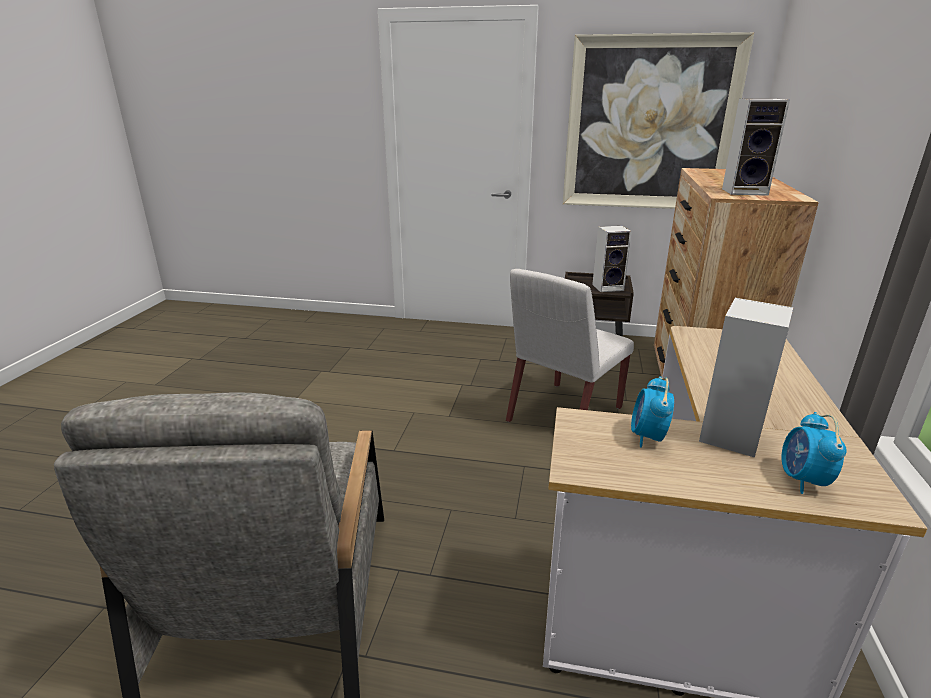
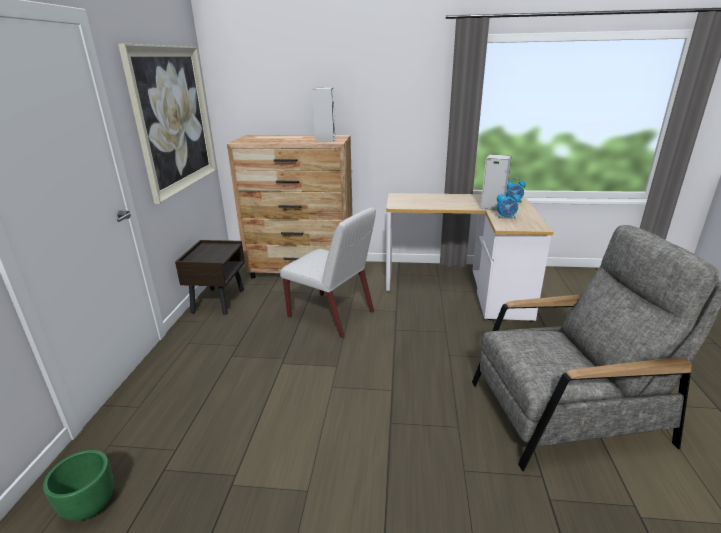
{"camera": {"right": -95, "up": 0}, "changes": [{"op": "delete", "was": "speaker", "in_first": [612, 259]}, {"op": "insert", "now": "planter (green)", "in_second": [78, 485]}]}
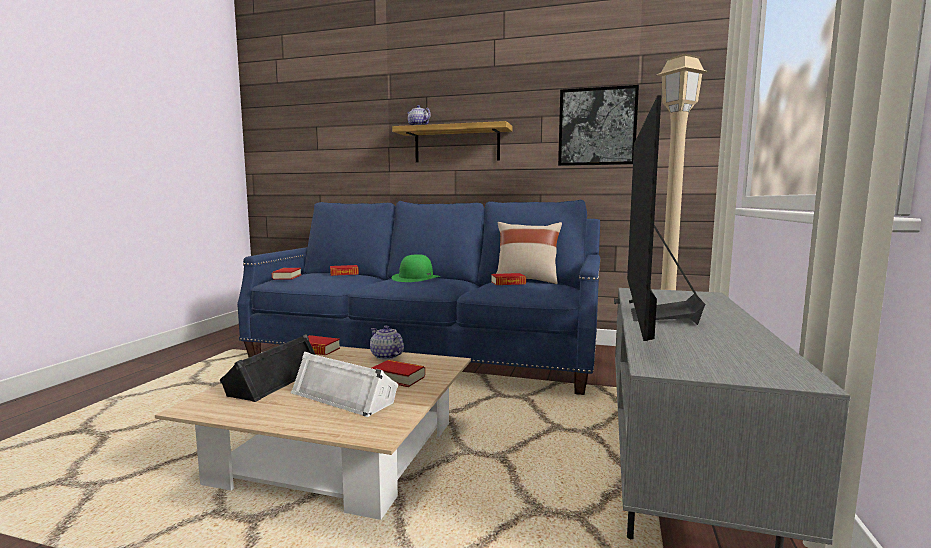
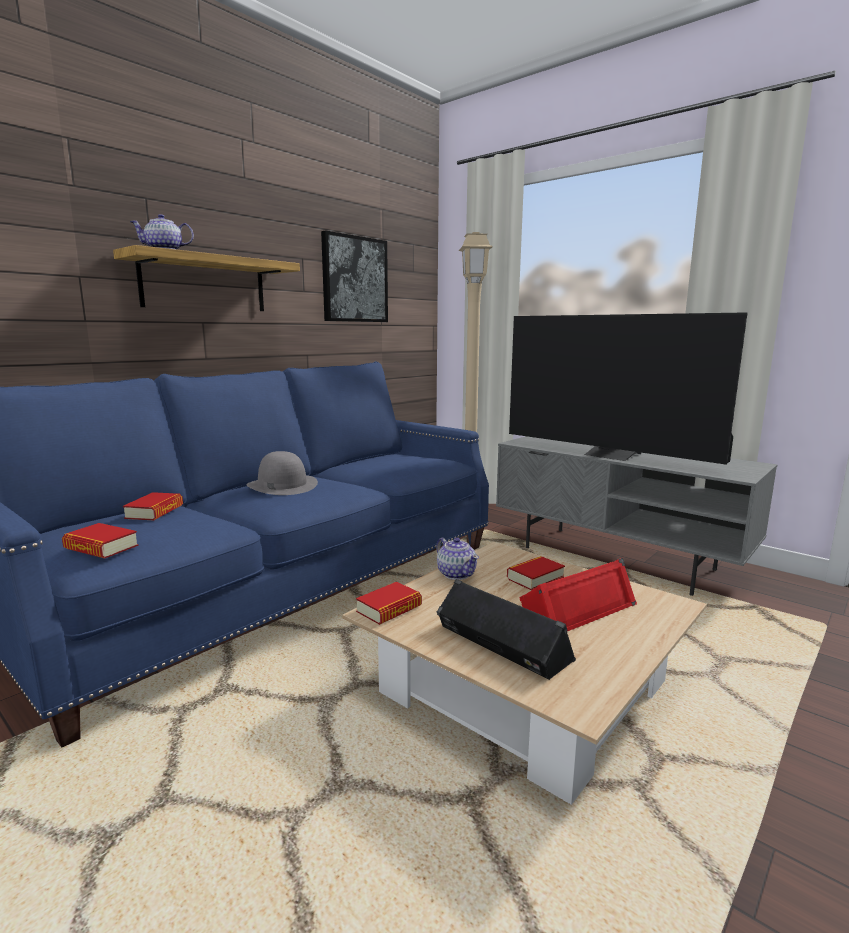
{"camera": {"right": -65, "up": 5}, "changes": [{"op": "recolor", "was": "speaker (whitish)", "now": "speaker (reddish)", "in_first": [344, 384], "in_second": [578, 594]}, {"op": "rotate", "was": "pot for tea", "in_first": [387, 342], "in_second": [458, 558], "clockwise": -105}, {"op": "recolor", "was": "clothing hat (green)", "now": "clothing hat (grey)", "in_first": [415, 268], "in_second": [282, 473]}, {"op": "delete", "was": "book", "in_first": [508, 279]}, {"op": "delete", "was": "throw pillow (beige)", "in_first": [529, 253]}]}
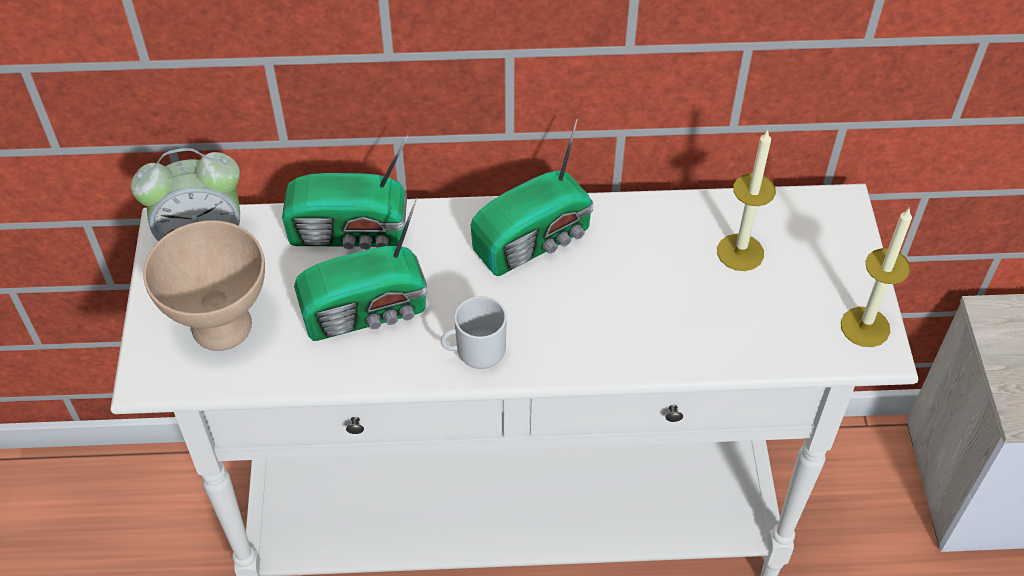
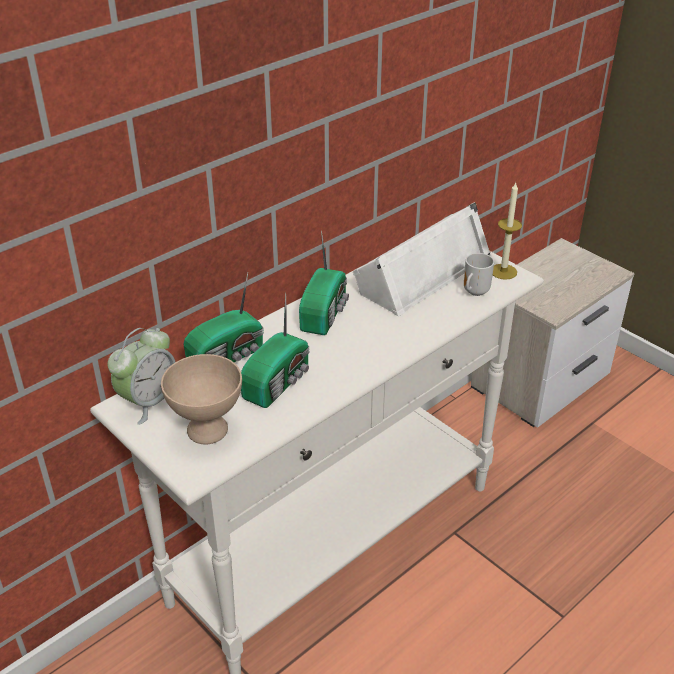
{"camera": {"right": -40, "up": -15}, "changes": [{"op": "move", "was": "tea mug", "in_first": [474, 332], "in_second": [479, 274]}, {"op": "replace", "was": "wax candle", "now": "speaker (whitish)", "in_first": [746, 200], "in_second": [422, 259]}]}
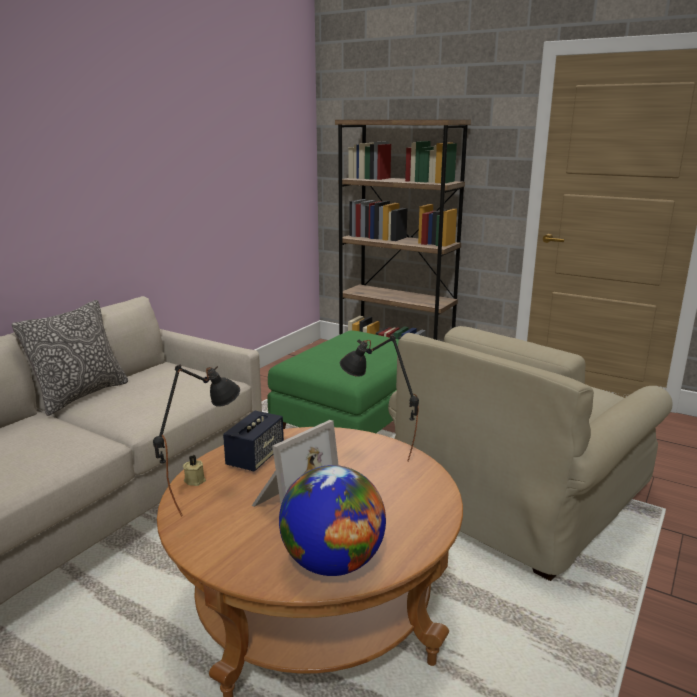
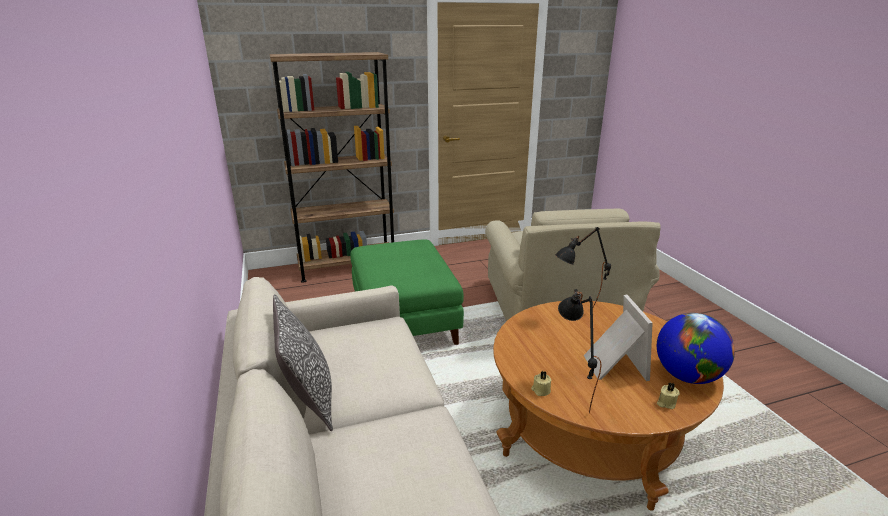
{"camera": {"right": -50, "up": 5}, "changes": [{"op": "delete", "was": "speaker", "in_first": [253, 441]}, {"op": "insert", "now": "wax candle (beige)", "in_second": [668, 395]}]}
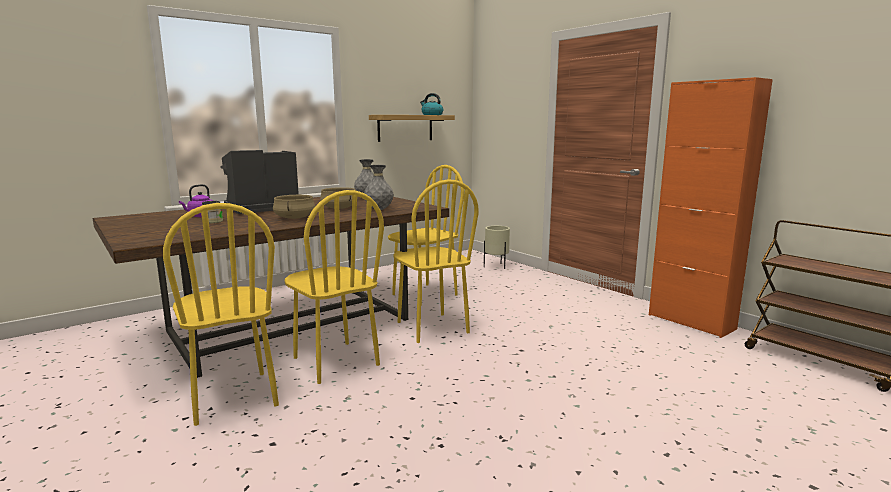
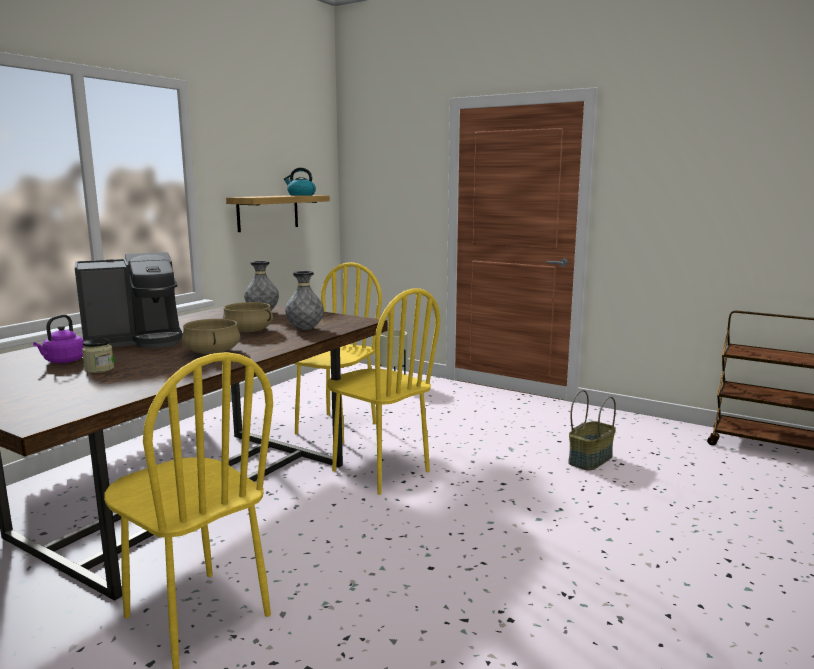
{"camera": {"right": -20, "up": 0}, "changes": [{"op": "rotate", "was": "coffee brewer", "in_first": [260, 182], "in_second": [128, 300], "clockwise": -150}, {"op": "delete", "was": "plain chair (yellowish)", "in_first": [334, 287]}, {"op": "delete", "was": "storage cabinet (orange)", "in_first": [711, 207]}, {"op": "insert", "now": "household basket", "in_second": [592, 430]}]}
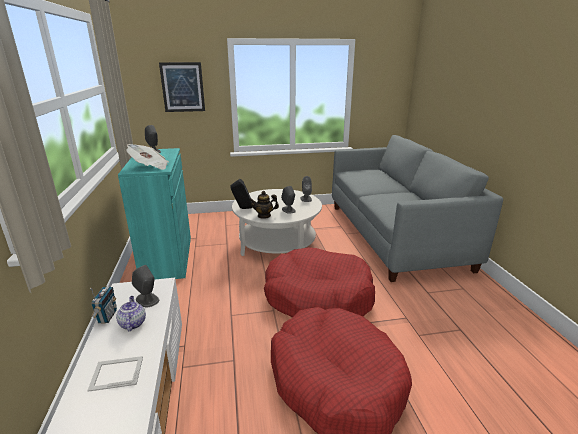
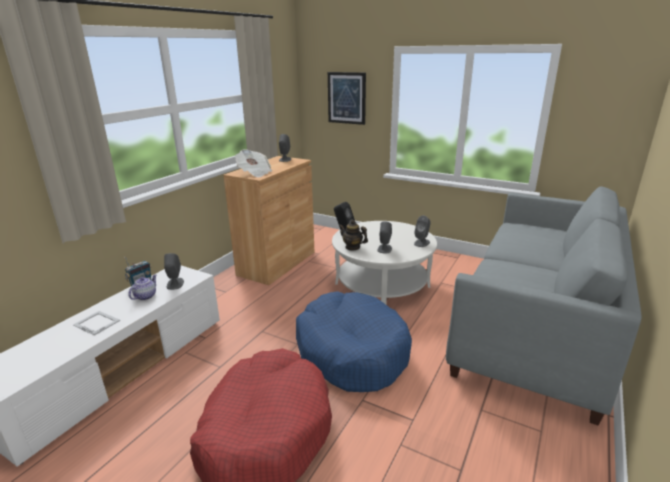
{"camera": {"right": 40, "up": 0}, "changes": [{"op": "recolor", "was": "storage cabinet (turquoise-coloured)", "now": "storage cabinet (brown)", "in_first": [154, 214], "in_second": [269, 220]}, {"op": "recolor", "was": "dog bed (reddish)", "now": "dog bed (blue-coloured)", "in_first": [319, 282], "in_second": [354, 341]}]}
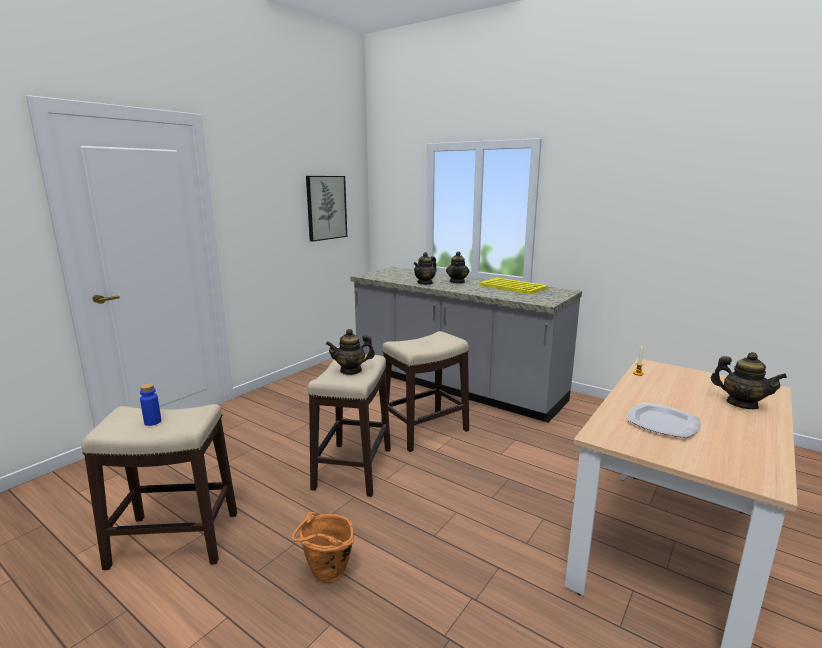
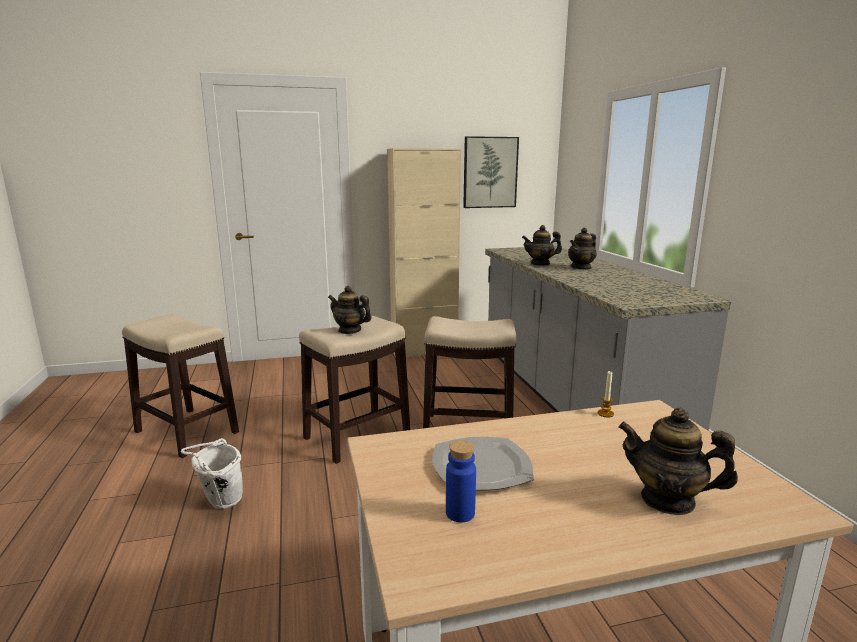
{"camera": {"right": 40, "up": 0}, "changes": [{"op": "move", "was": "beverage bottle (blue-coloured)", "in_first": [150, 404], "in_second": [461, 481]}, {"op": "recolor", "was": "water bucket (orange)", "now": "water bucket (whitish)", "in_first": [323, 547], "in_second": [212, 473]}, {"op": "delete", "was": "carrying tray (yellowish)", "in_first": [513, 286]}, {"op": "rotate", "was": "pot for tea", "in_first": [749, 380], "in_second": [678, 461], "clockwise": 120}, {"op": "insert", "now": "storage cabinet (beige)", "in_second": [424, 252]}]}
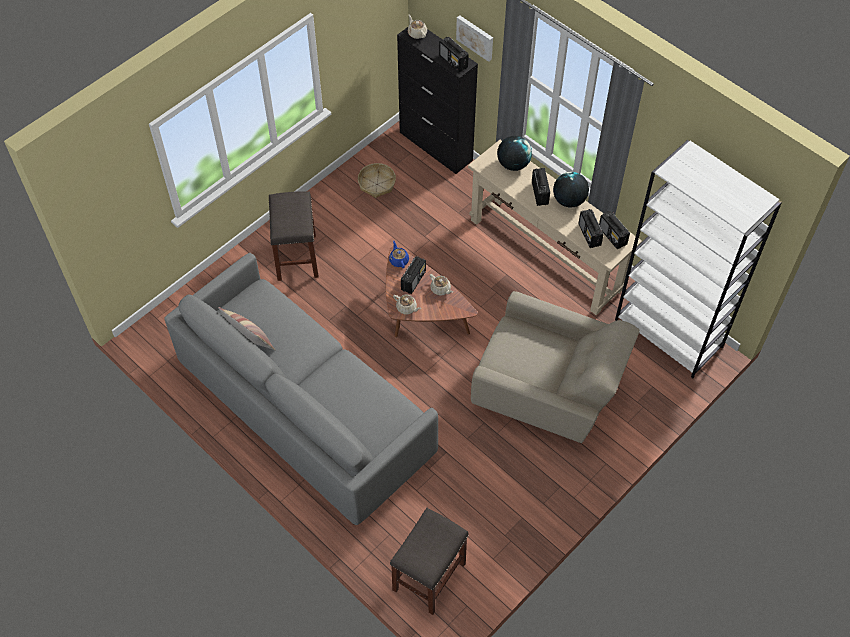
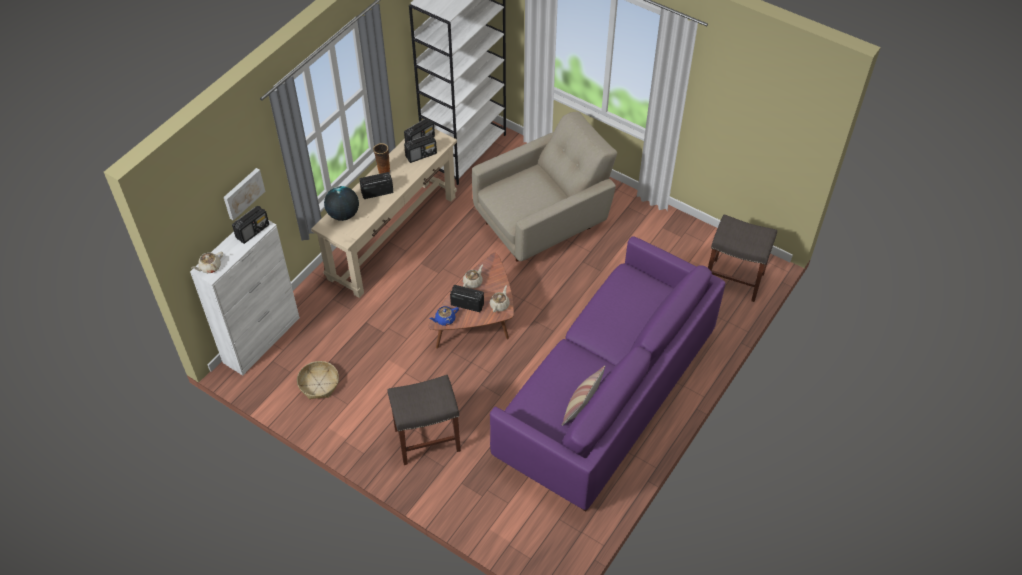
{"camera": {"right": -100, "up": -5}, "changes": [{"op": "recolor", "was": "settee (grey)", "now": "settee (purplish)", "in_first": [301, 389], "in_second": [607, 373]}, {"op": "recolor", "was": "storage cabinet (black)", "now": "storage cabinet (whitish)", "in_first": [437, 100], "in_second": [245, 297]}, {"op": "rotate", "was": "lounge chair (beige)", "in_first": [555, 367], "in_second": [544, 187], "clockwise": 45}, {"op": "replace", "was": "desk globe", "now": "vase", "in_first": [571, 190], "in_second": [382, 158]}]}
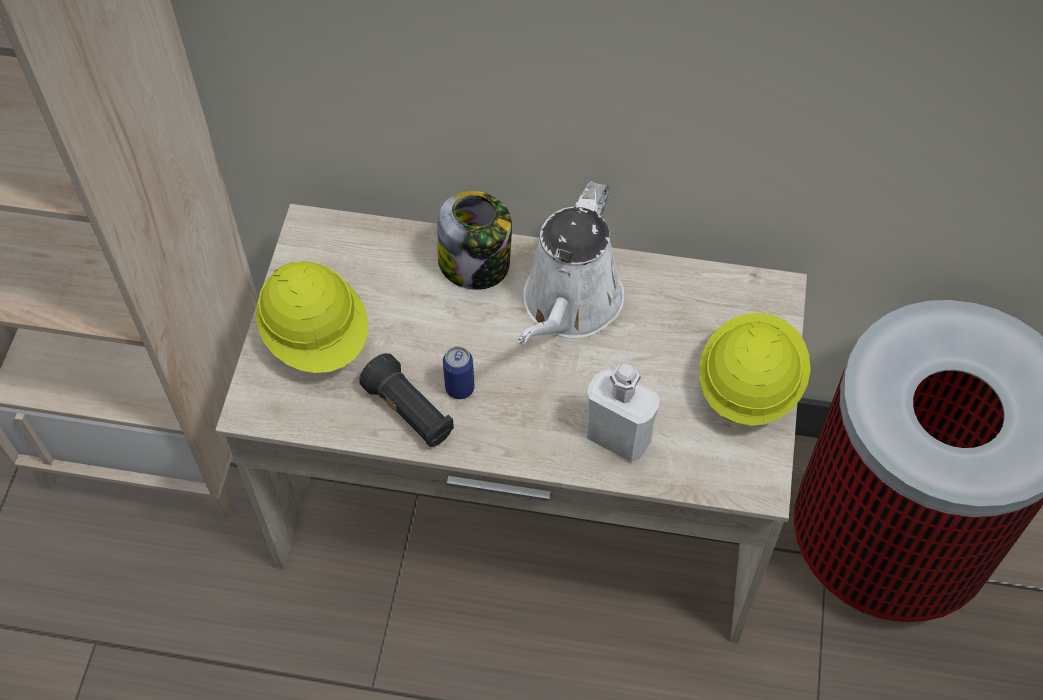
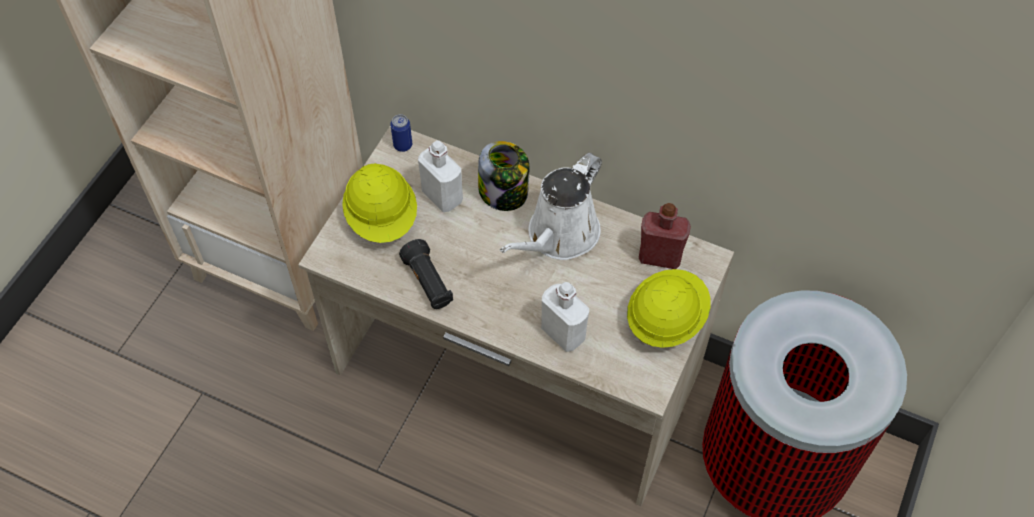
{"camera": {"right": 15, "up": 0}, "changes": [{"op": "move", "was": "can", "in_first": [459, 372], "in_second": [401, 133]}, {"op": "insert", "now": "beverage bottle (whitish)", "in_second": [440, 176]}, {"op": "insert", "now": "beverage bottle (reddish)", "in_second": [665, 236]}]}
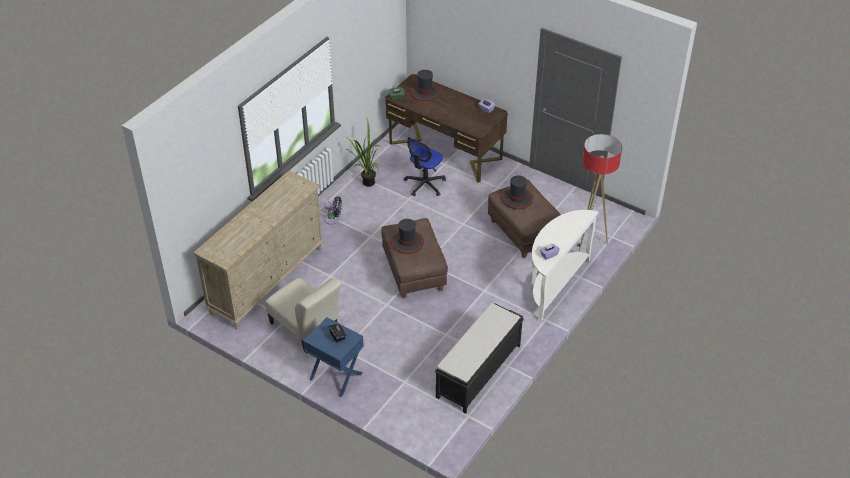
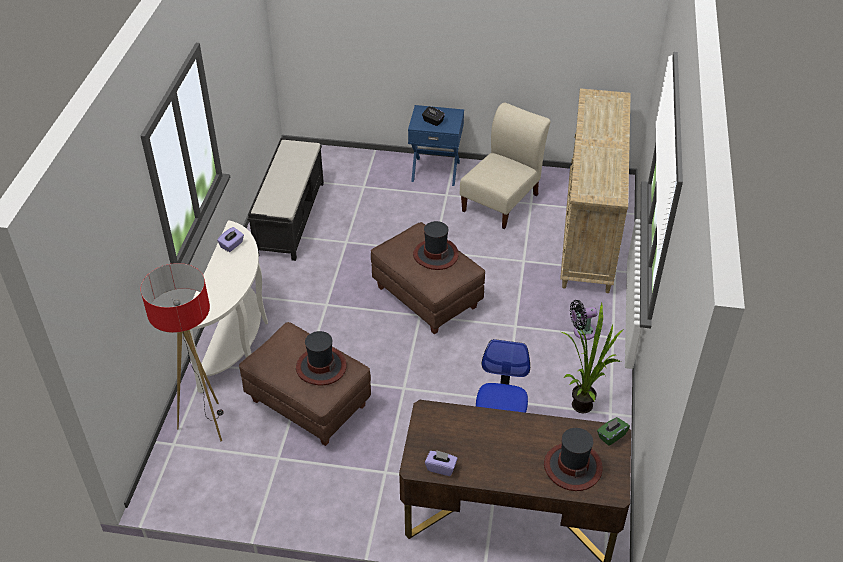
{"camera": {"right": 155, "up": 0}, "changes": [{"op": "rotate", "was": "plain chair (beige)", "in_first": [303, 315], "in_second": [505, 166], "clockwise": 105}]}
